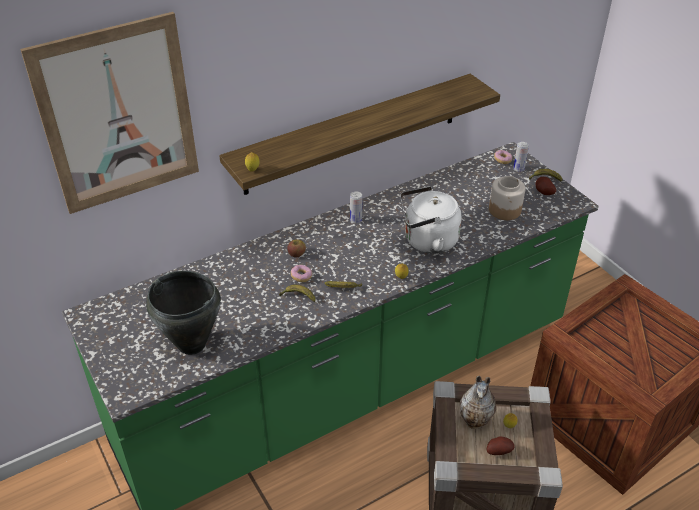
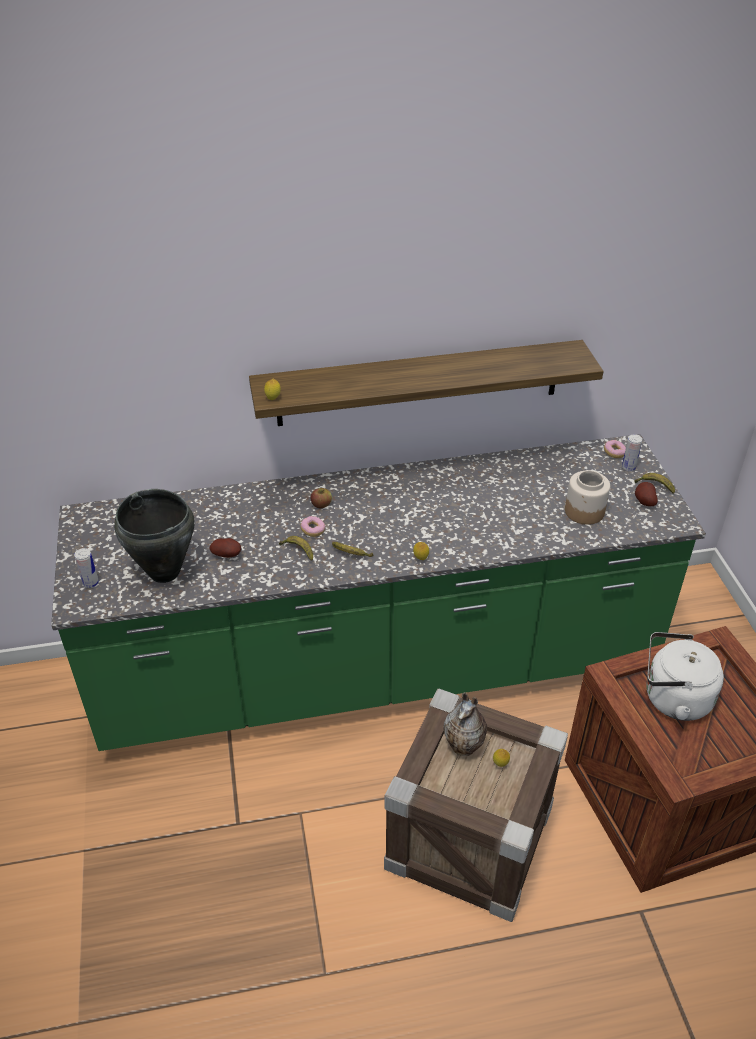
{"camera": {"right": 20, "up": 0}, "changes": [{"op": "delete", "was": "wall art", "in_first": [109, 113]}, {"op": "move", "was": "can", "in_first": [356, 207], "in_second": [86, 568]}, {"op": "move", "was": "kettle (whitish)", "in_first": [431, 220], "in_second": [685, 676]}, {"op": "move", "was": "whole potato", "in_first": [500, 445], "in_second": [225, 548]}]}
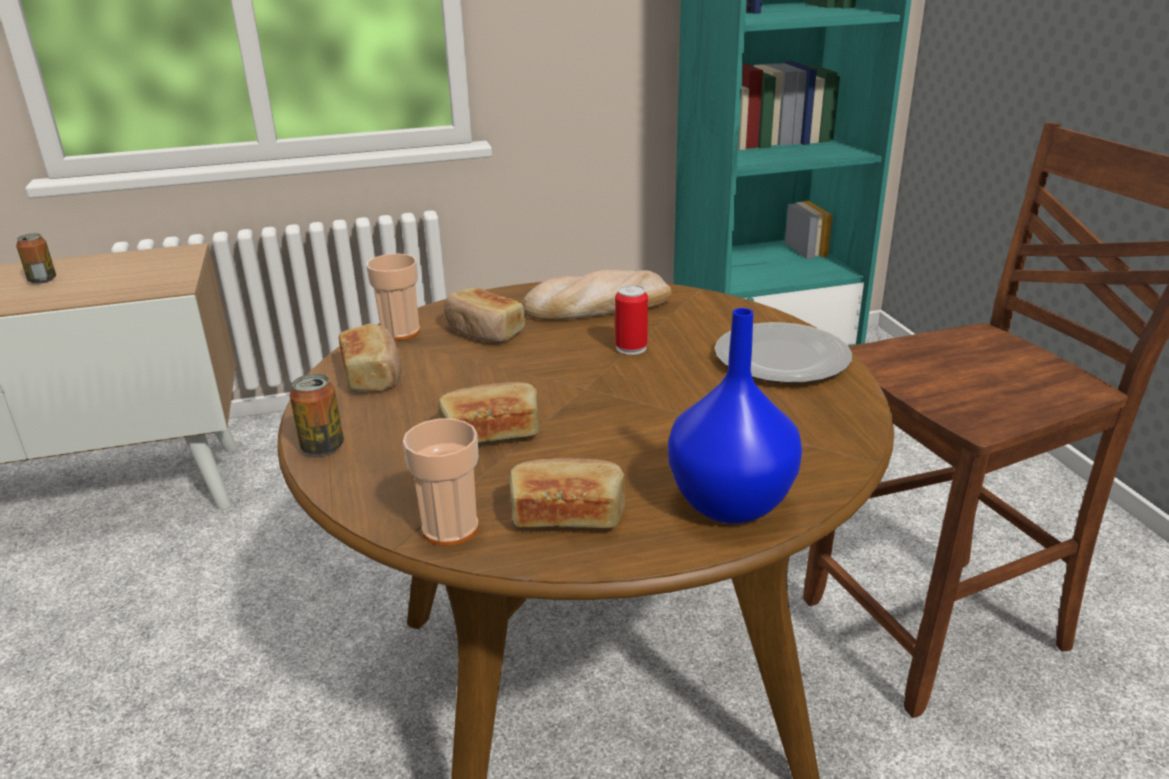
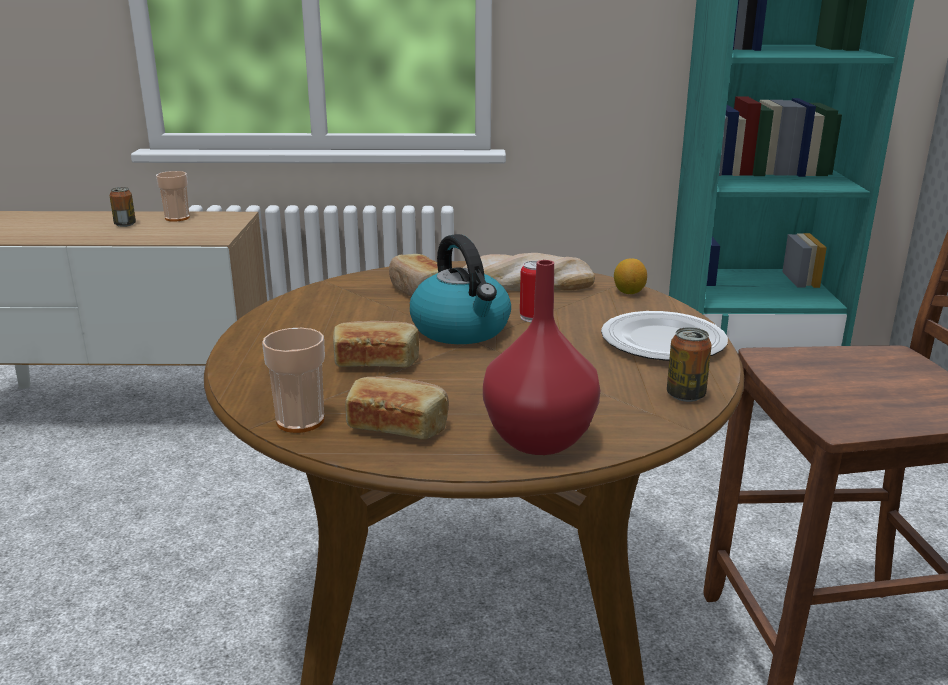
{"camera": {"right": 15, "up": -5}, "changes": [{"op": "move", "was": "can", "in_first": [317, 414], "in_second": [689, 364]}, {"op": "delete", "was": "bakery bread", "in_first": [370, 357]}, {"op": "move", "was": "small cup", "in_first": [393, 297], "in_second": [173, 196]}, {"op": "recolor", "was": "vase (blue-coloured)", "now": "vase (reddish)", "in_first": [735, 416], "in_second": [541, 357]}, {"op": "insert", "now": "kettle", "in_second": [460, 289]}, {"op": "insert", "now": "lemon", "in_second": [630, 276]}]}
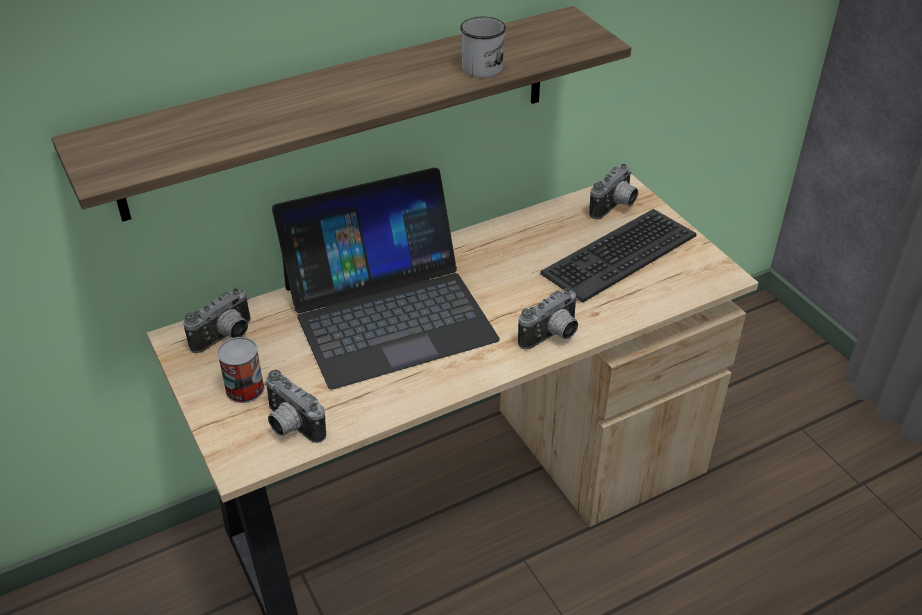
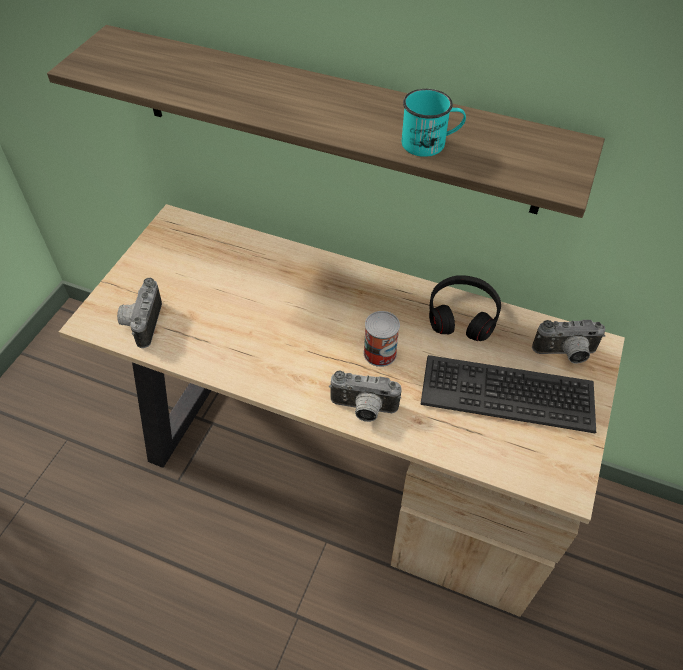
{"camera": {"right": 50, "up": 10}, "changes": [{"op": "delete", "was": "still camera", "in_first": [217, 320]}, {"op": "move", "was": "can", "in_first": [240, 370], "in_second": [382, 339]}, {"op": "delete", "was": "portable computer", "in_first": [386, 278]}, {"op": "recolor", "was": "tea mug (whitish)", "now": "tea mug (turquoise-coloured)", "in_first": [483, 47], "in_second": [434, 123]}, {"op": "insert", "now": "pair of headphones (black)", "in_second": [465, 308]}]}
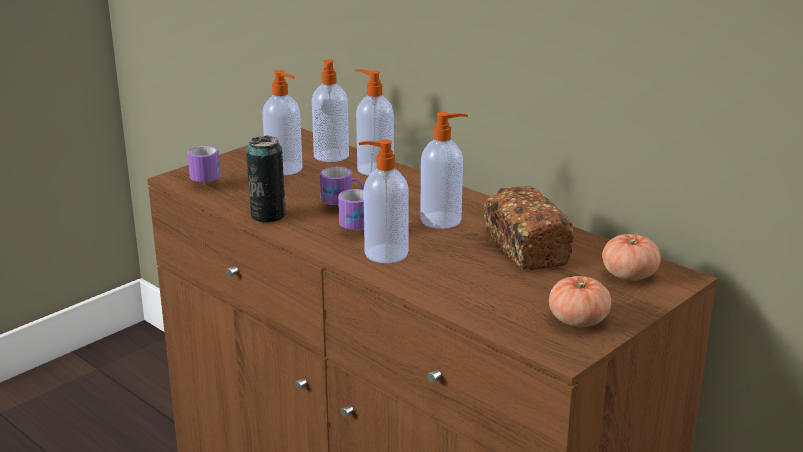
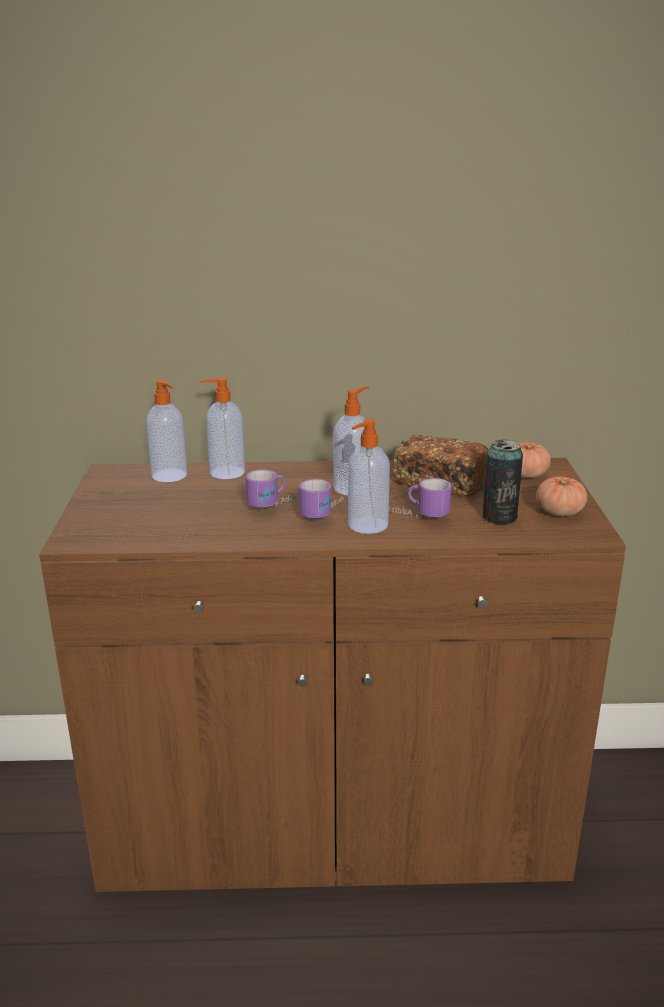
{"camera": {"right": -45, "up": 0}, "changes": [{"op": "move", "was": "tea mug", "in_first": [203, 165], "in_second": [420, 498]}, {"op": "move", "was": "can", "in_first": [266, 179], "in_second": [502, 481]}, {"op": "delete", "was": "soap dispenser", "in_first": [282, 122]}]}
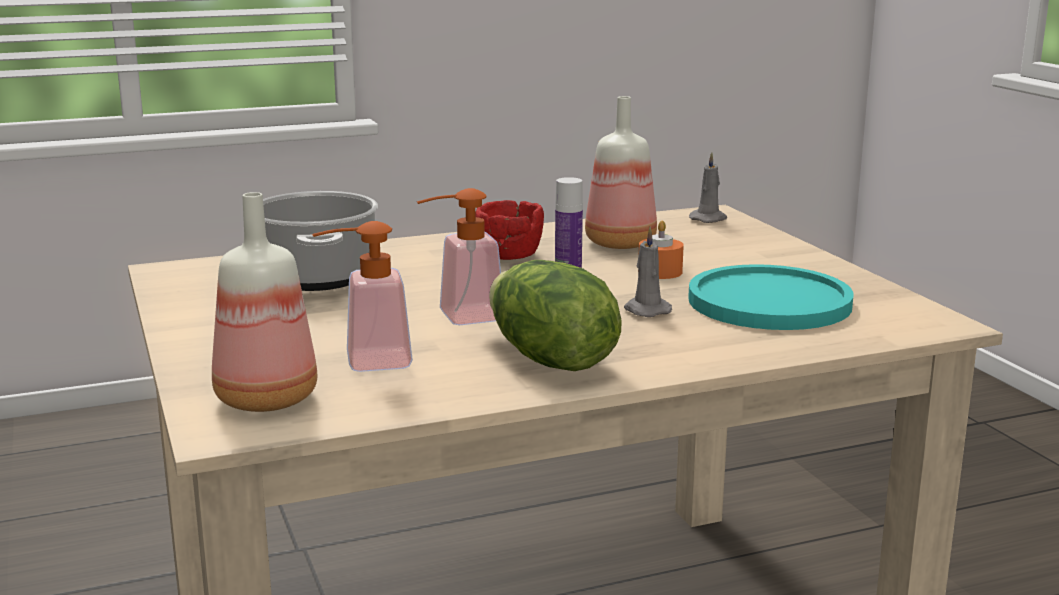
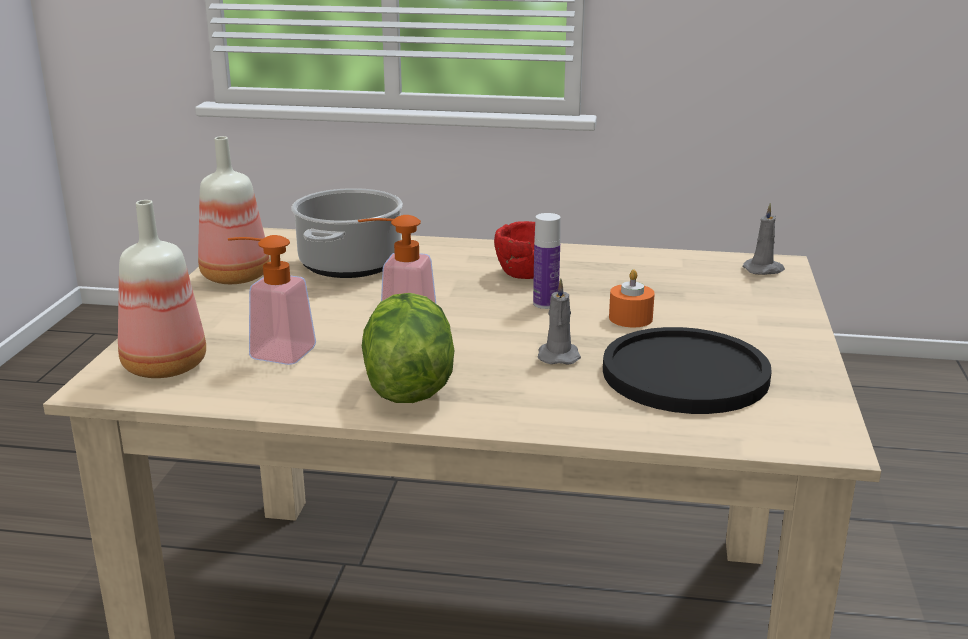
{"camera": {"right": 30, "up": 5}, "changes": [{"op": "move", "was": "beverage bottle", "in_first": [621, 172], "in_second": [234, 210]}, {"op": "recolor", "was": "plate (turquoise-coloured)", "now": "plate (black)", "in_first": [771, 297], "in_second": [687, 370]}]}
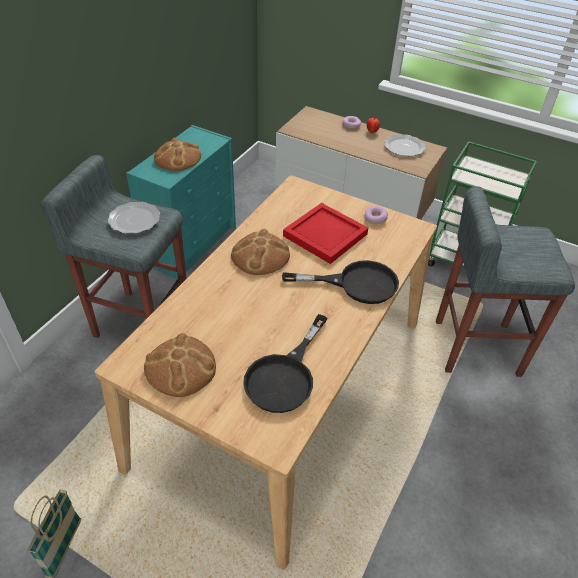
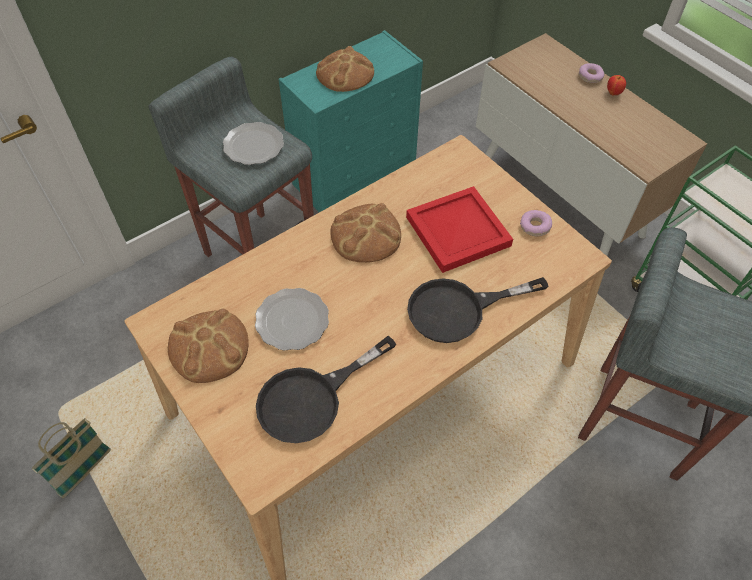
{"camera": {"right": 25, "up": 10}, "changes": [{"op": "rotate", "was": "pan (black)", "in_first": [340, 282], "in_second": [478, 310], "clockwise": 135}, {"op": "move", "was": "plate", "in_first": [405, 145], "in_second": [292, 319]}]}
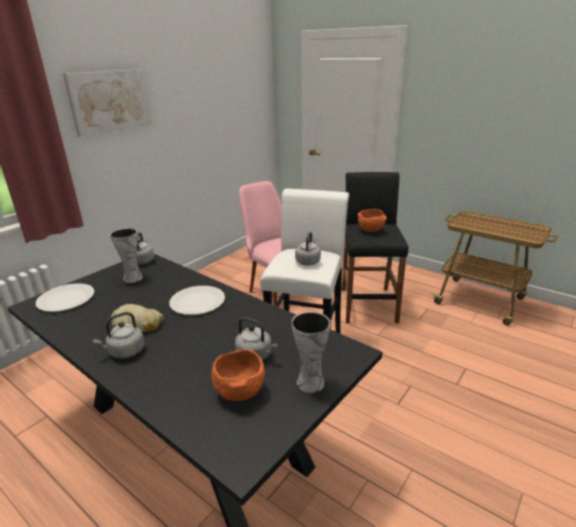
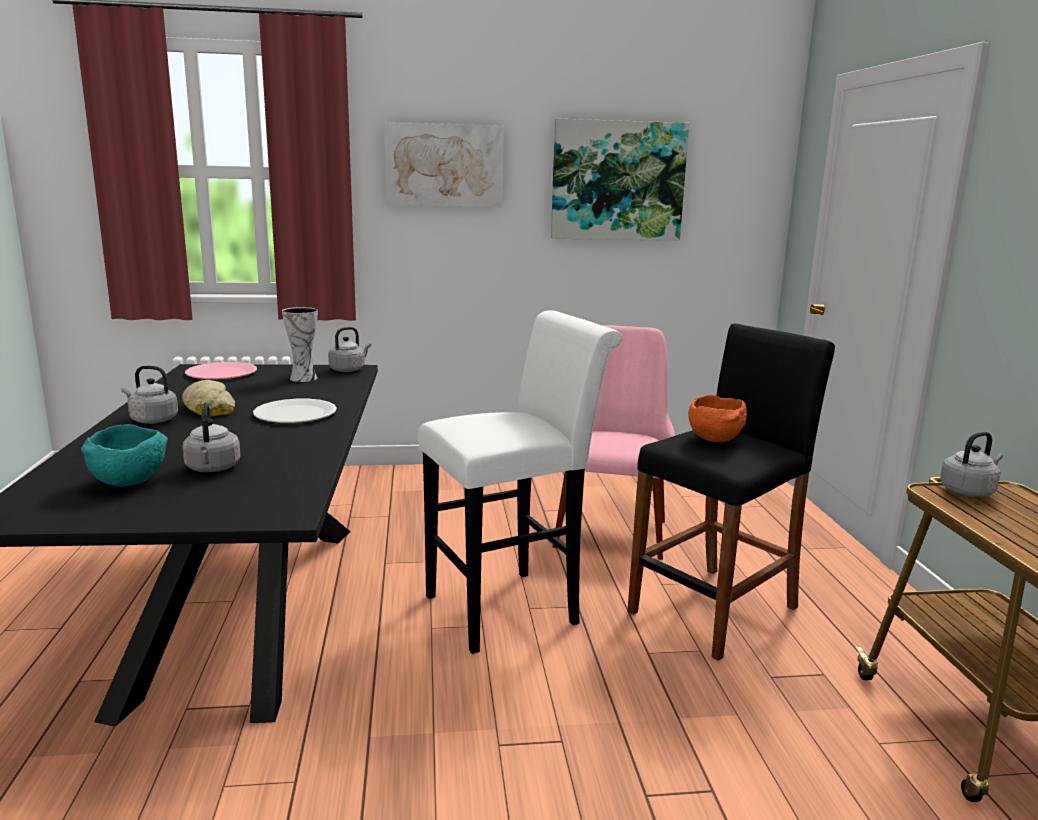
{"camera": {"right": 45, "up": -10}, "changes": [{"op": "recolor", "was": "plate (whitish)", "now": "plate (pink-coloured)", "in_first": [65, 297], "in_second": [221, 370]}, {"op": "recolor", "was": "serving bowl (orange)", "now": "serving bowl (turquoise-coloured)", "in_first": [238, 375], "in_second": [124, 455]}, {"op": "delete", "was": "vase", "in_first": [311, 352]}, {"op": "move", "was": "kettle (grey)", "in_first": [308, 249], "in_second": [971, 464]}, {"op": "insert", "now": "wall art", "in_second": [620, 179]}]}
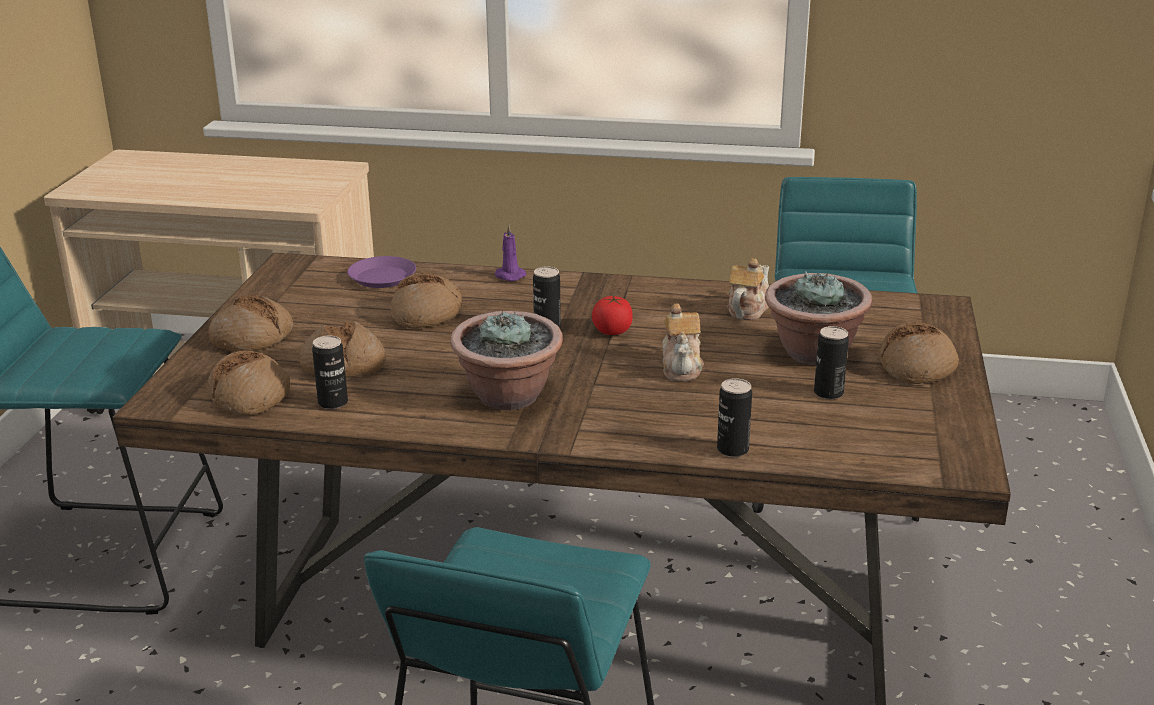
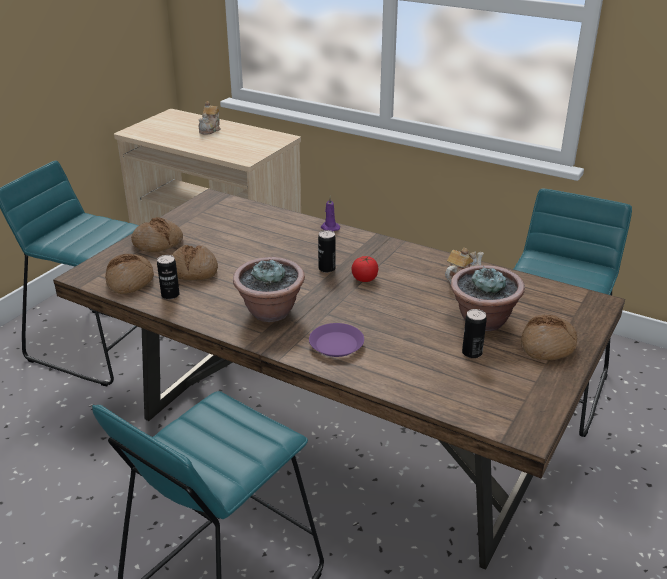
{"camera": {"right": 20, "up": 5}, "changes": [{"op": "move", "was": "plate (purplish)", "in_first": [381, 272], "in_second": [336, 340]}, {"op": "delete", "was": "bakery bread", "in_first": [426, 300]}, {"op": "move", "was": "pot for tea", "in_first": [683, 342], "in_second": [209, 118]}, {"op": "delete", "was": "can", "in_first": [734, 417]}]}
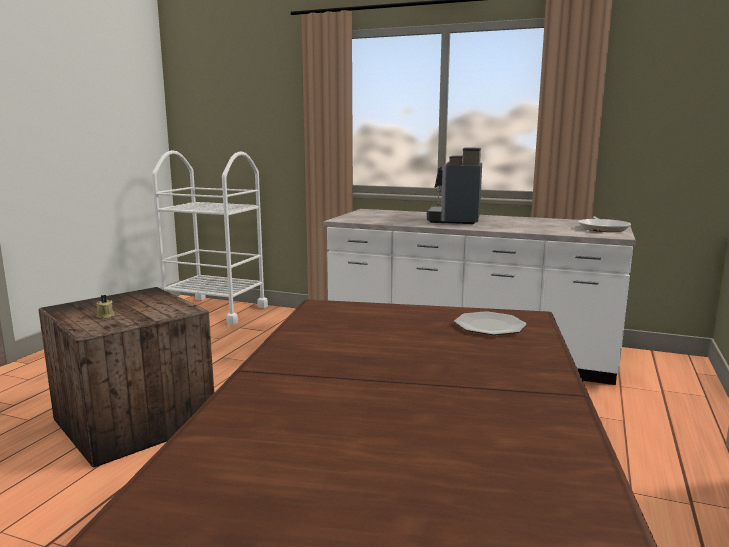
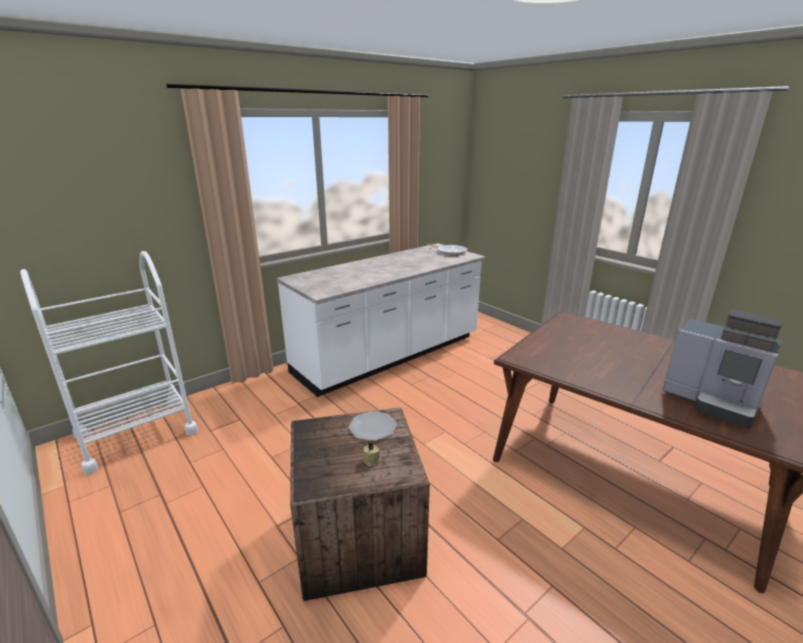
{"camera": {"right": -60, "up": 10}, "changes": [{"op": "move", "was": "coffee brewer", "in_first": [454, 186], "in_second": [723, 368]}, {"op": "move", "was": "plate", "in_first": [490, 323], "in_second": [372, 426]}]}
